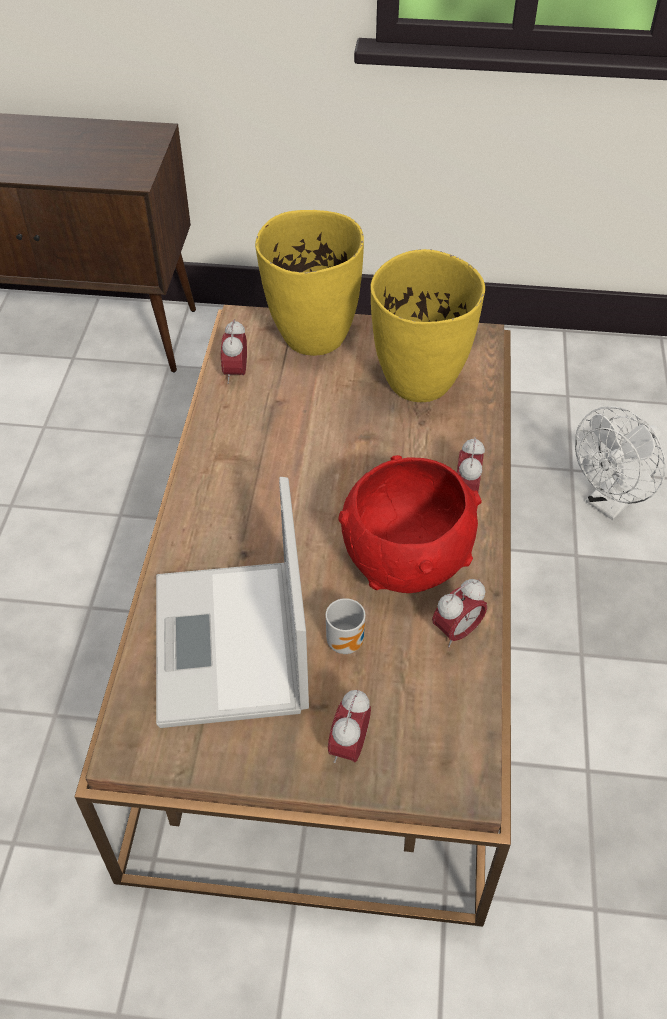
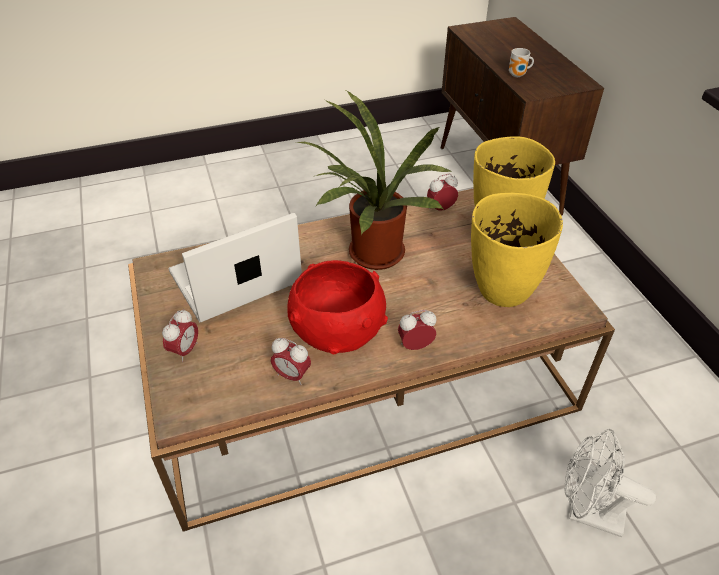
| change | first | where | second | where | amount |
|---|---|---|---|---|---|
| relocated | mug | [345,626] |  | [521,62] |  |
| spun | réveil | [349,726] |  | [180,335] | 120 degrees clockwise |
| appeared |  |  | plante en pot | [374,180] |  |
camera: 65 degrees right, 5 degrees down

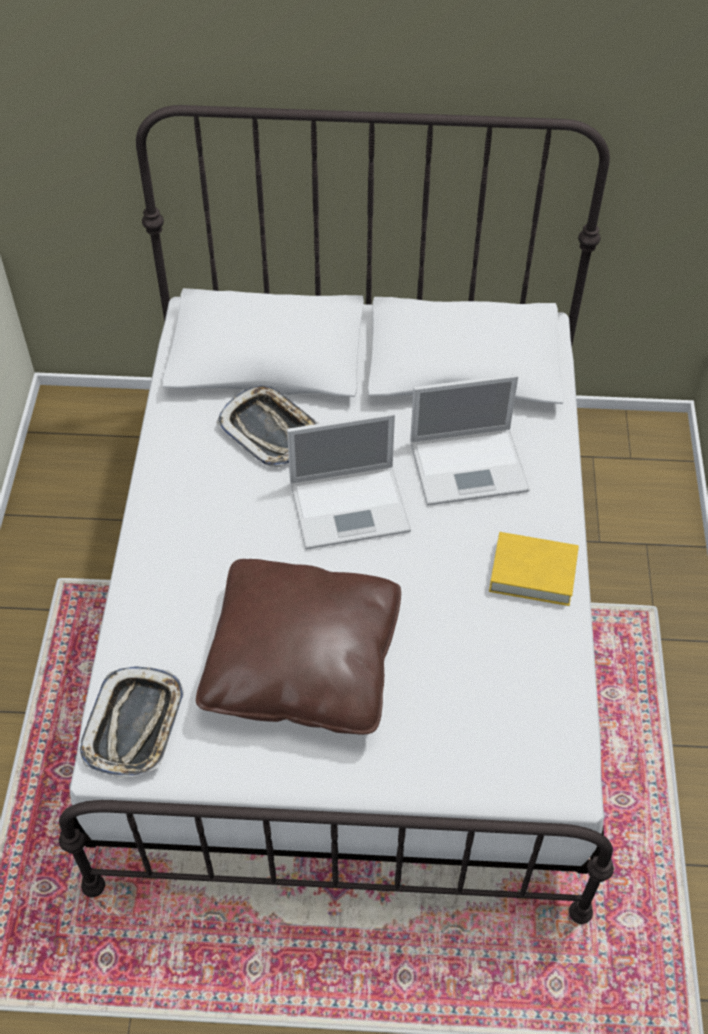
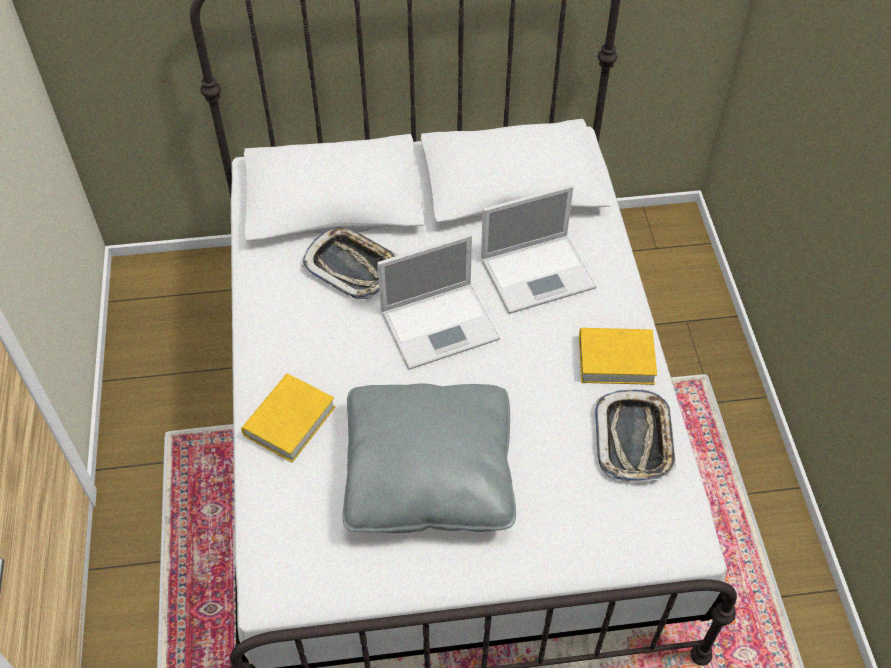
| change | first | where | second | where | amount |
|---|---|---|---|---|---|
| relocated | plateau | [132,722] |  | [635,435] |  |
| colour | coussin [marron] | [298,647] | coussin [gris] | [429,458] |  |
| appeared |  |  | livre [jaune] | [288,418] |  |
camera: 10 degrees left, 0 degrees up

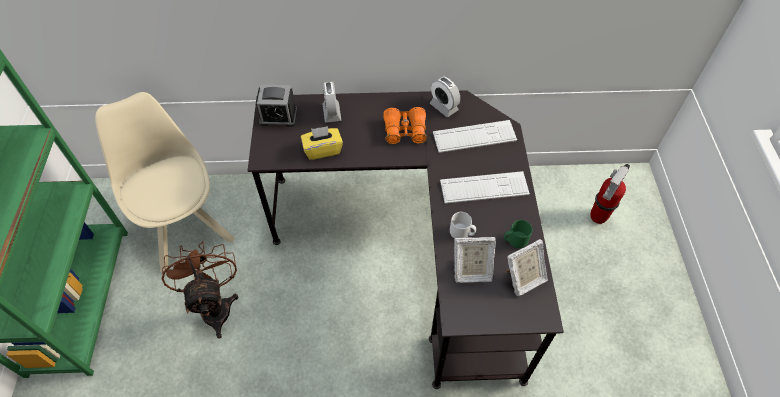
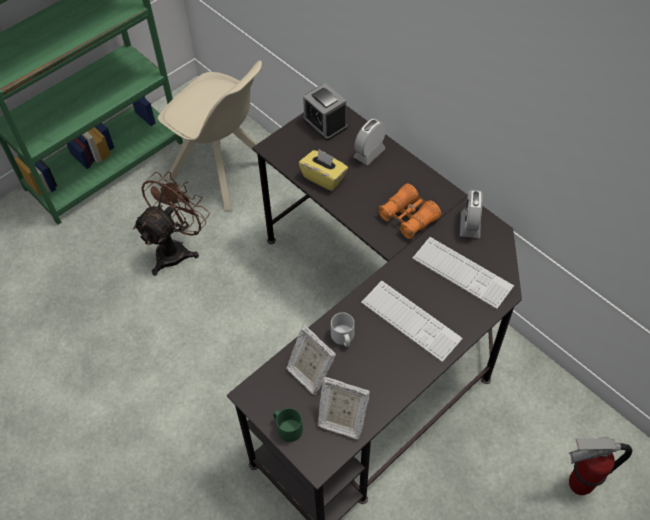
| change | first | where | second | where | amount |
|---|---|---|---|---|---|
| spun | chaise [beige] | [164,182] |  | [213,135] | 105 degrees clockwise |
| relocated | mug [vert] | [518,234] |  | [288,425] |  |
camera: 50 degrees right, 0 degrees up

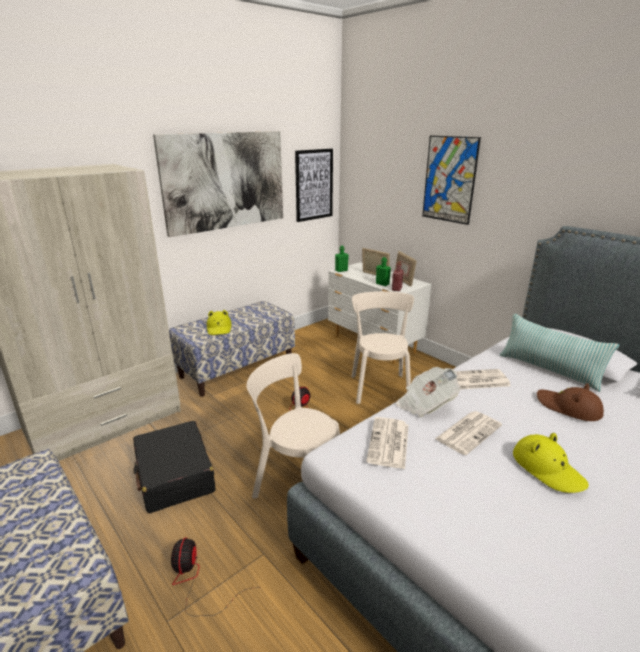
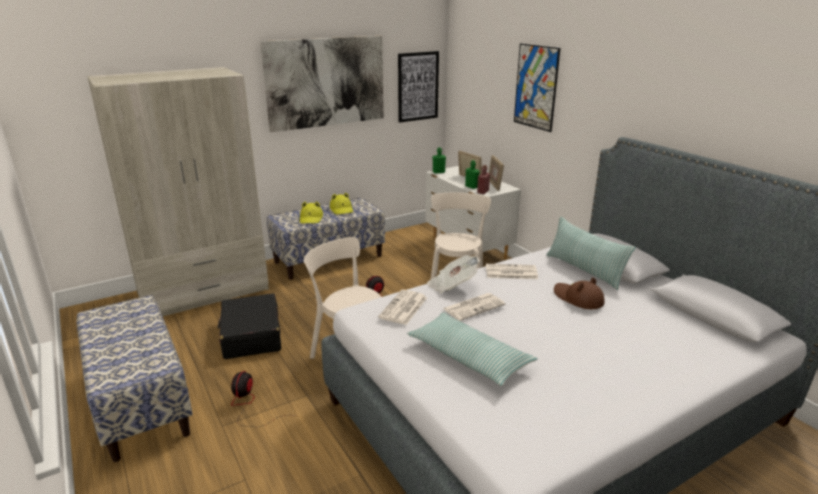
| change | first | where | second | where | amount |
|---|---|---|---|---|---|
| relocated | chapeau [jaune] | [551,463] |  | [341,203] |  |
| appeared |  |  | coussin | [472,349] |  |
camera: 10 degrees right, 0 degrees up

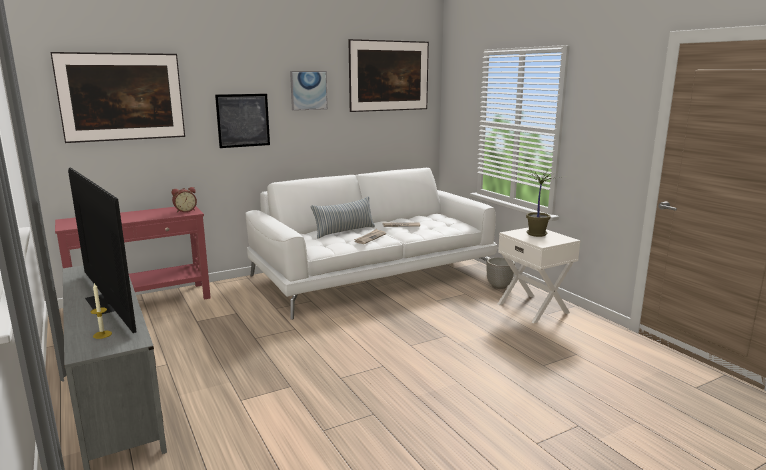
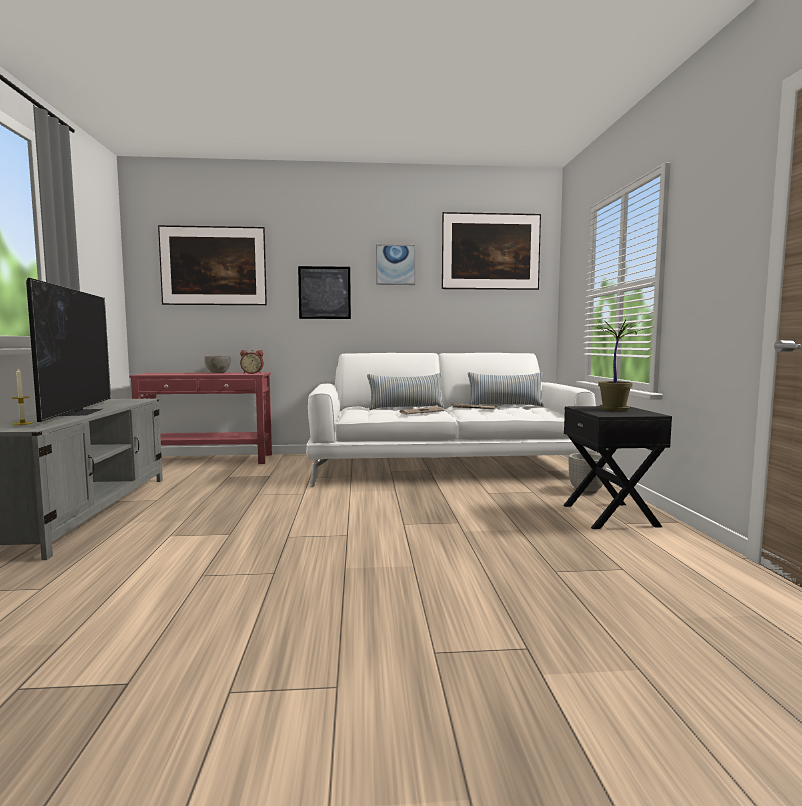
| change | first | where | second | where | amount |
|---|---|---|---|---|---|
| colour | table de chevet [blanc] | [539,275] | table de chevet [noir] | [617,467] |  |
| appeared |  |  | bol [gris] | [217,364] |  |
| appeared |  |  | coussin | [505,389] |  |
camera: 25 degrees right, 10 degrees down

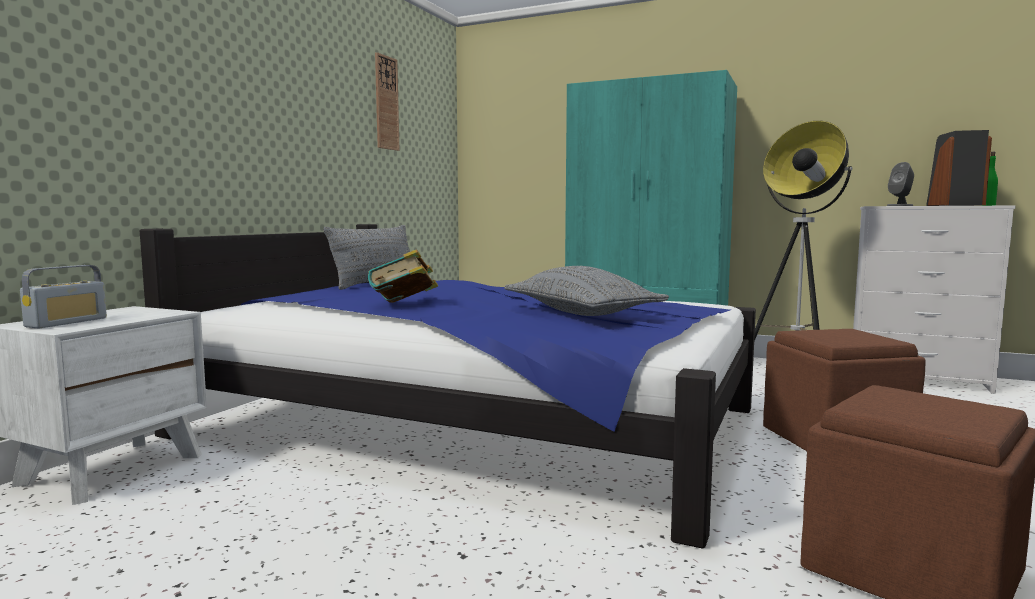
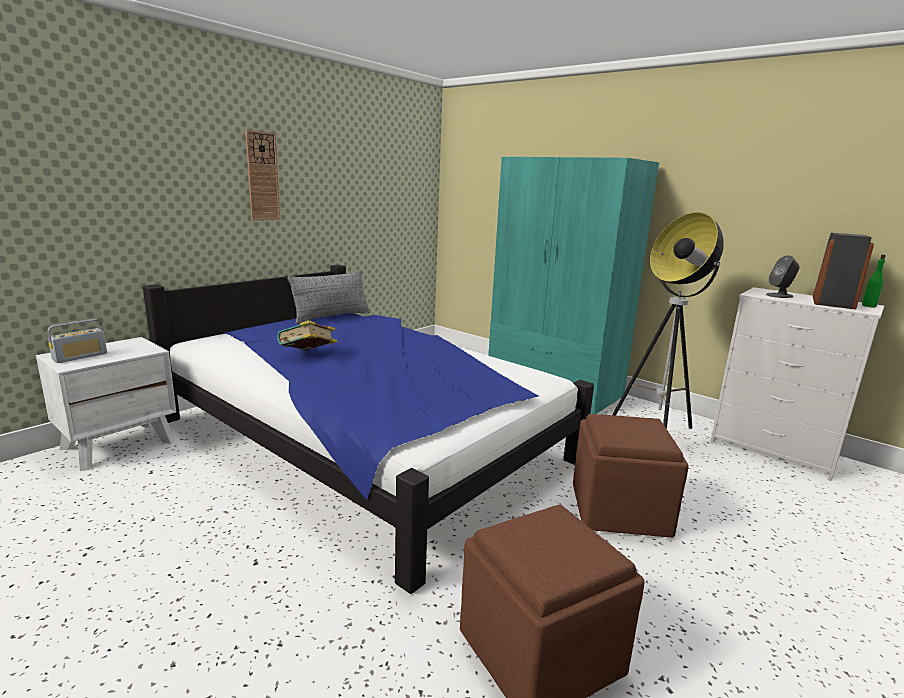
| change | first | where | second | where | amount |
|---|---|---|---|---|---|
| relocated | horloge murale | [387,101] |  | [262,175] |  |
| missing | coussin [gris] | [586,291] |  |  |  |
camera: 15 degrees right, 10 degrees up

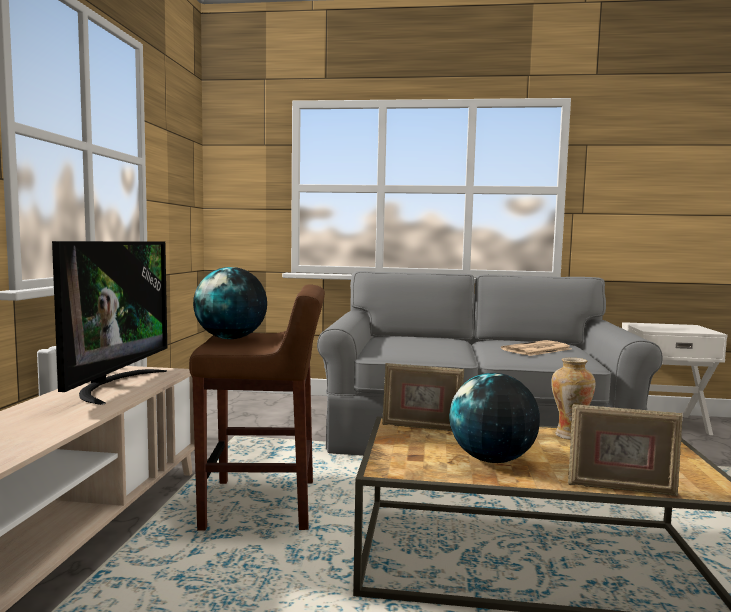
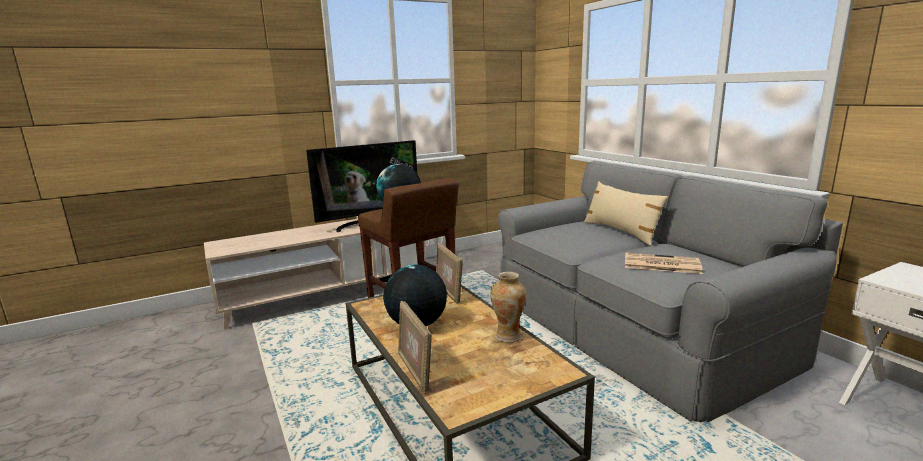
| change | first | where | second | where | amount |
|---|---|---|---|---|---|
| appeared |  |  | coussin [beige] | [626,213] |  |
camera: 55 degrees right, 10 degrees up

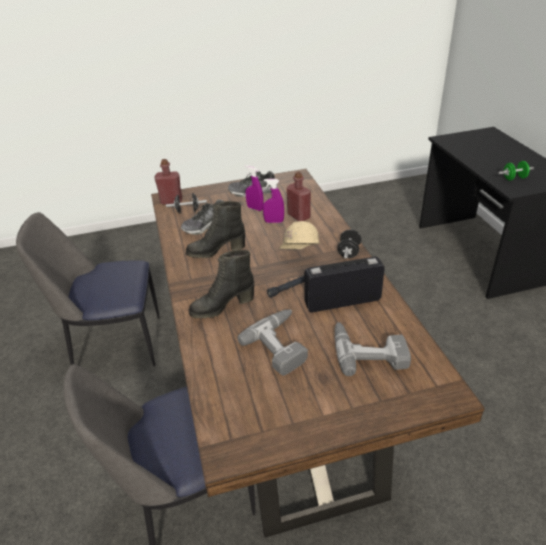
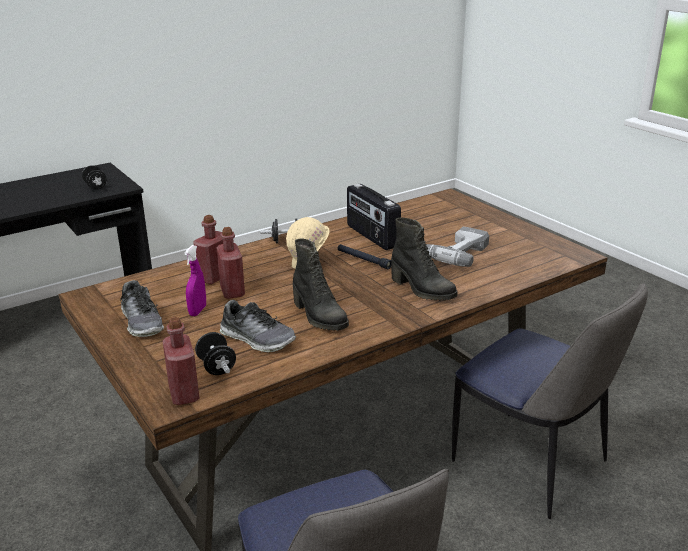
| change | first | where | second | where | amount |
|---|---|---|---|---|---|
| exchanged | vaporisateur [violet] | [273,201] | bouteille [rouge] | [231,263] |  |
| missing | perceuse | [373,349] |  |  |  |
| colour | haltère [vert] | [516,170] | haltère [noir] | [94,177] |  |
camera: 110 degrees left, 10 degrees down

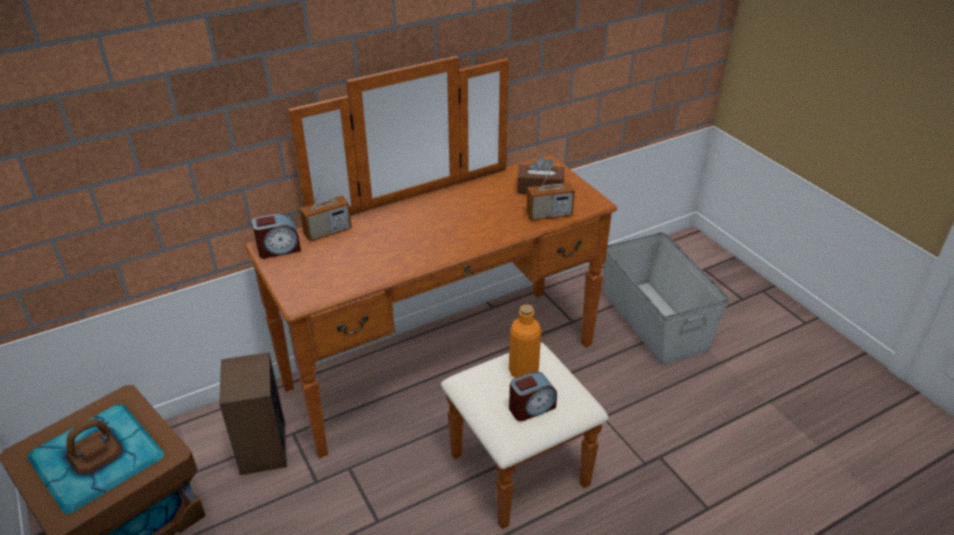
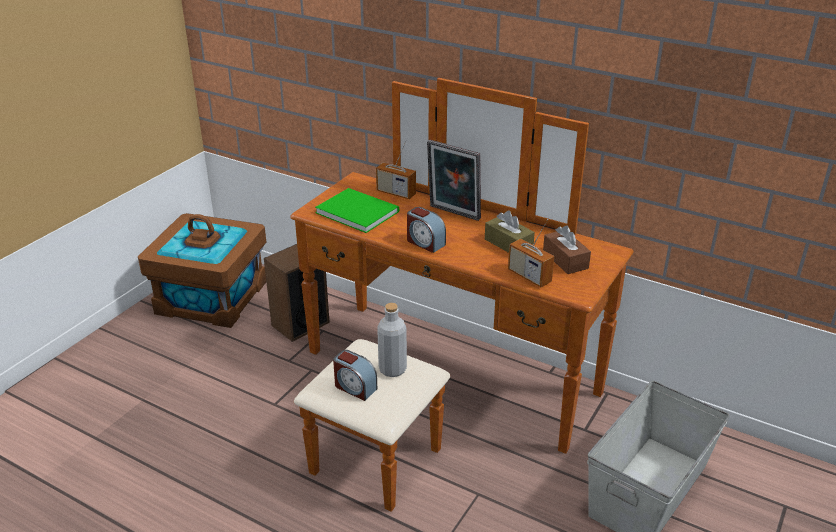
| change | first | where | second | where | amount |
|---|---|---|---|---|---|
| relocated | réveil | [276,236] |  | [426,230] |  |
| colour | bouteille [orange] | [525,341] | bouteille [gris] | [392,340] |  |
| appeared |  |  | livre [vert] | [357,210] |  |
| appeared |  |  | cadre photo | [454,180] |  |
| appeared |  |  | boîte à mouchoirs [marron] | [510,232] |  |
camera: 60 degrees right, 5 degrees down

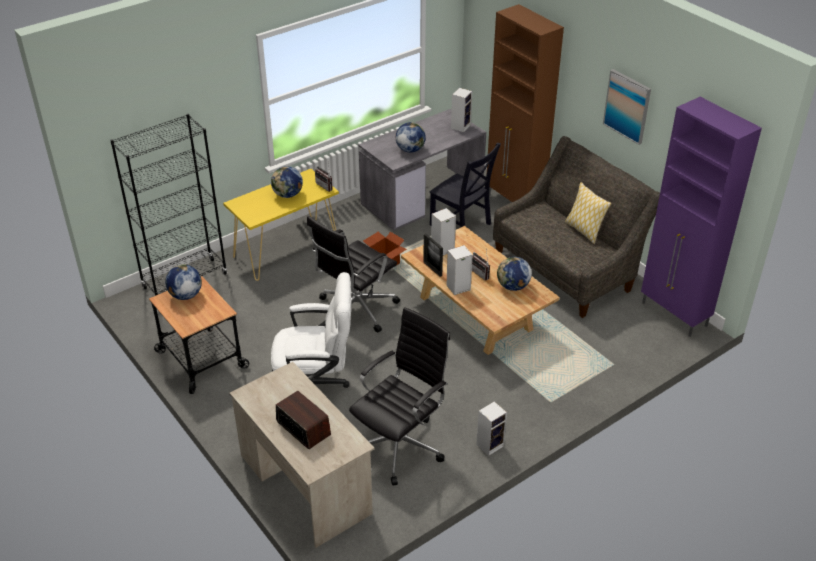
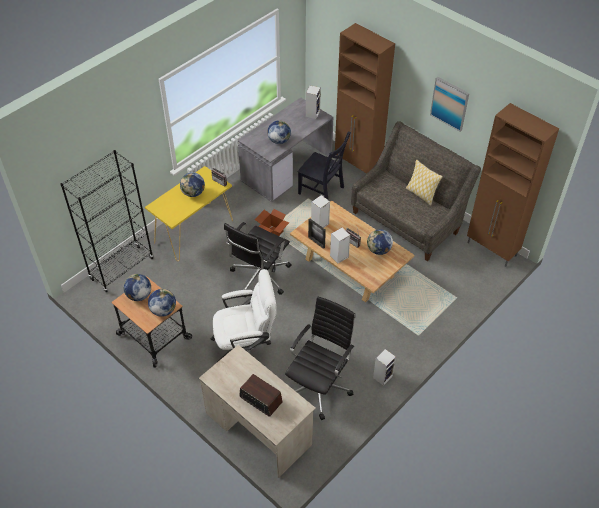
| change | first | where | second | where | amount |
|---|---|---|---|---|---|
| colour | meuble de rangement [violet] | [701,217] | meuble de rangement [marron] | [513,185] |  |
| appeared |  |  | globe | [162,303] |  |
camera: 10 degrees left, 10 degrees up

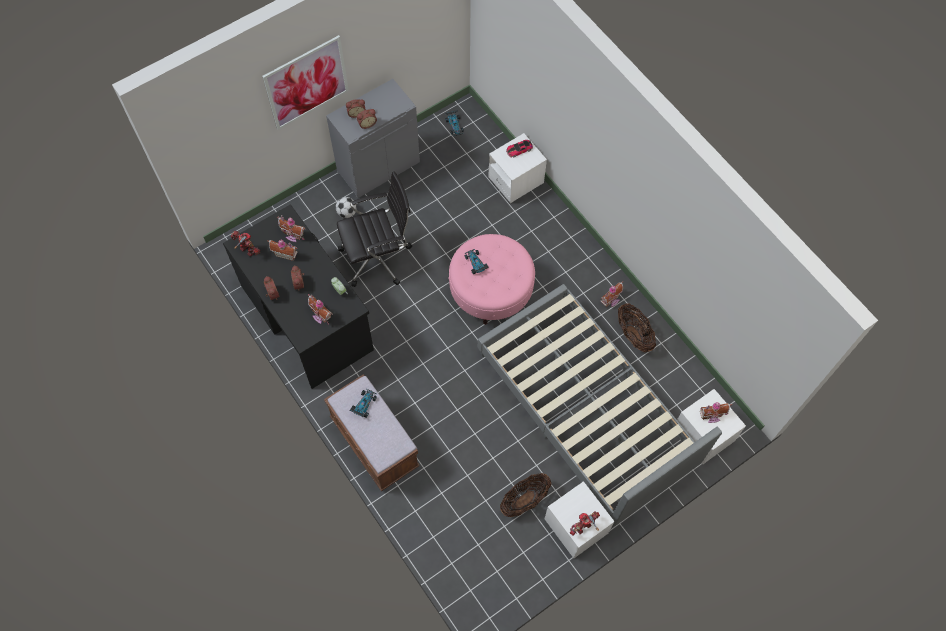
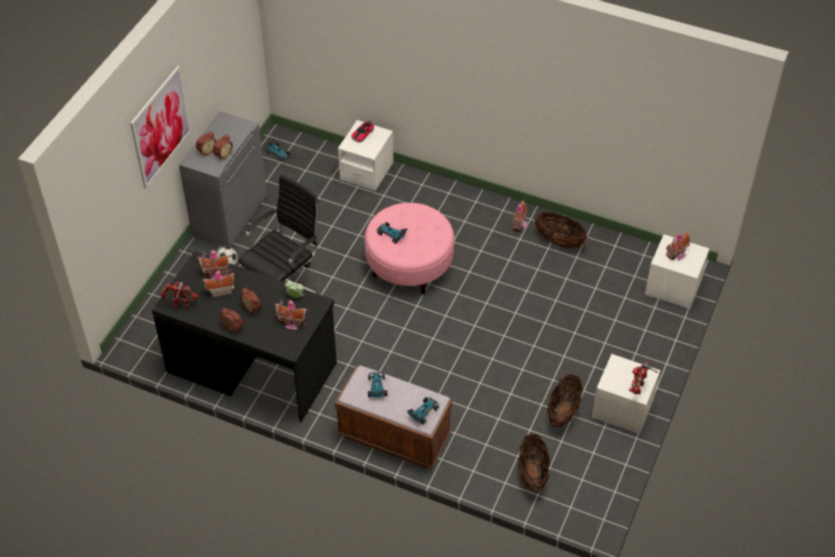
| change | first | where | second | where | amount |
|---|---|---|---|---|---|
| missing | lit [gris] | [600,405] |  |  |  |
| appeared |  |  | petite voiture | [423,410] |  |
| appeared |  |  | panier | [534,463] |  |
camera: 30 degrees left, 15 degrees down

